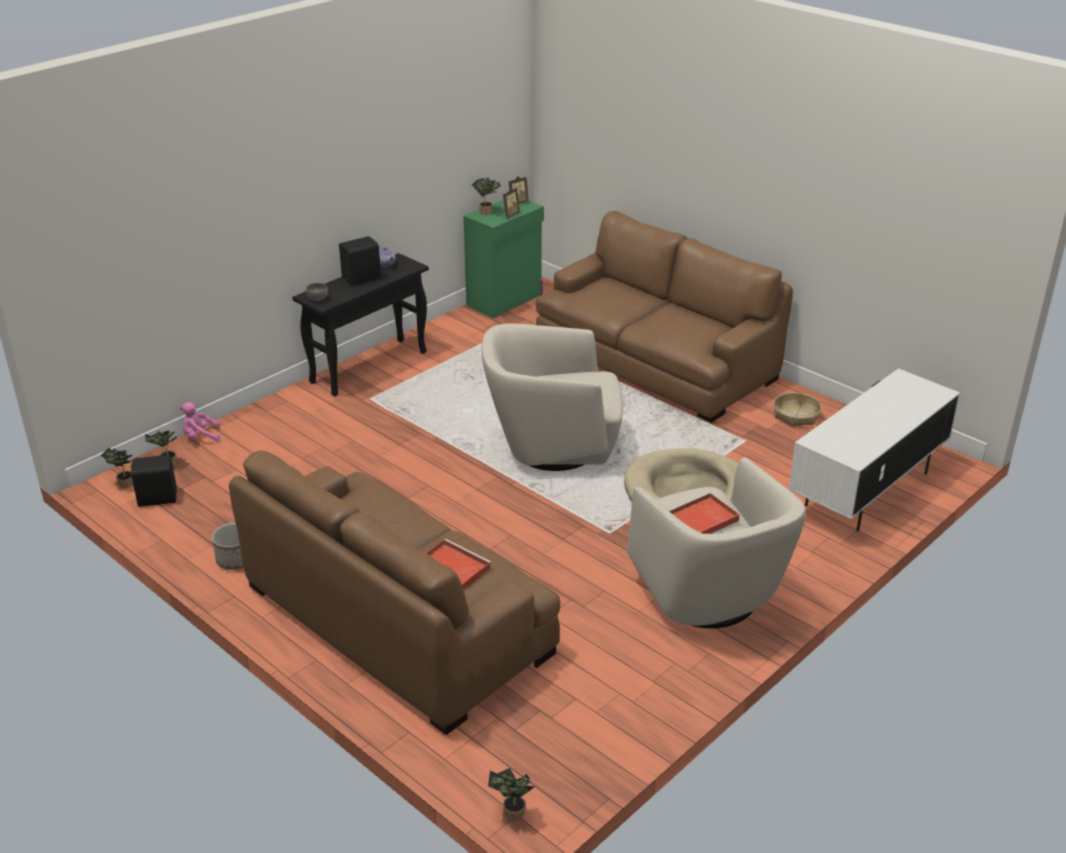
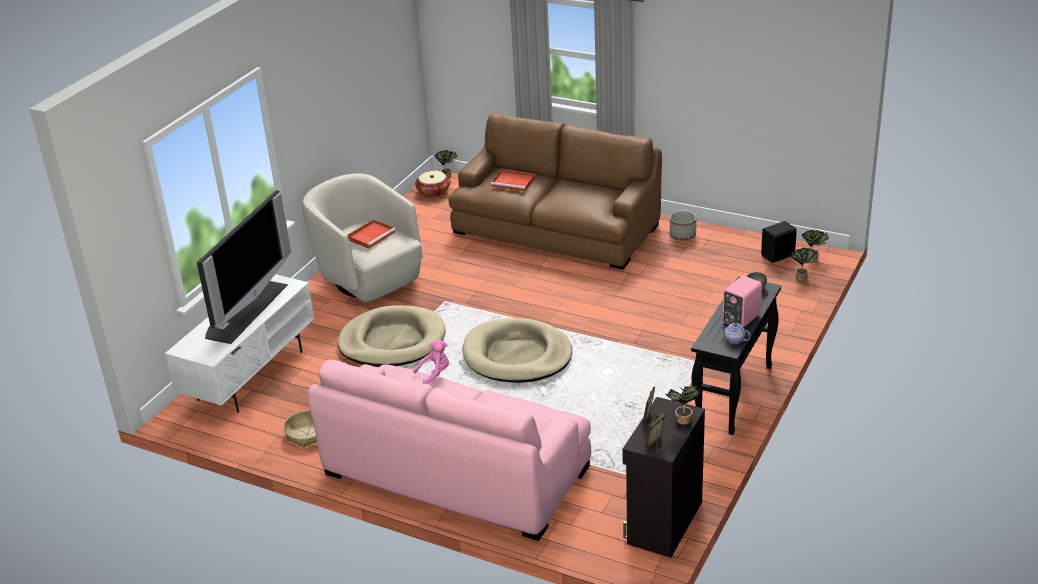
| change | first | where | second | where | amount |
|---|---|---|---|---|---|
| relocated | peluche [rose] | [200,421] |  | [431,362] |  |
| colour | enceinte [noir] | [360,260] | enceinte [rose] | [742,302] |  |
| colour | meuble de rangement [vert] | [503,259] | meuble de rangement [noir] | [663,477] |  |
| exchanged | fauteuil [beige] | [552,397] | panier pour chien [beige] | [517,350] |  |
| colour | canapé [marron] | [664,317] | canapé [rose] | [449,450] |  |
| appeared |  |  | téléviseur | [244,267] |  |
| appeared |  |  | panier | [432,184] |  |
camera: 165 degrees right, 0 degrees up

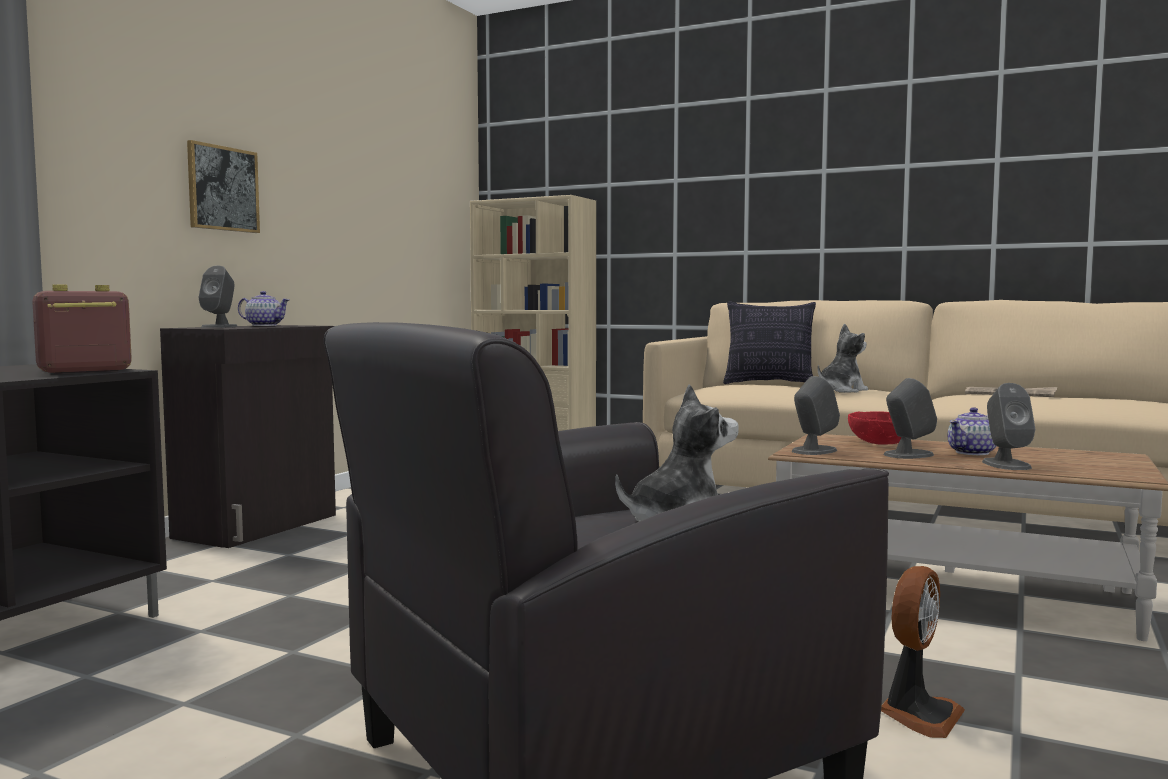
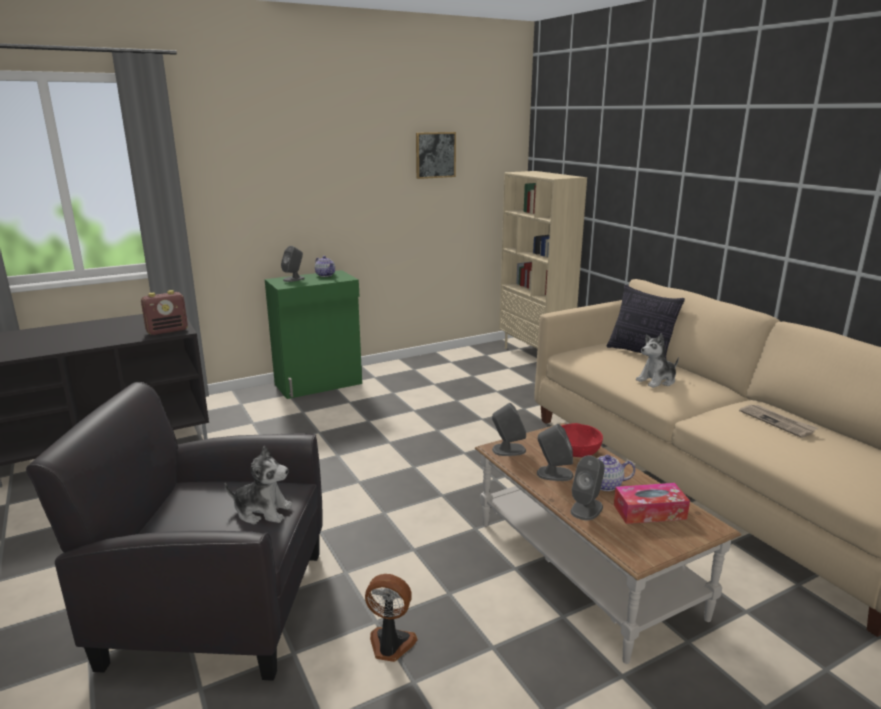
| change | first | where | second | where | amount |
|---|---|---|---|---|---|
| spun | radio | [82,329] |  | [164,312] | 150 degrees clockwise |
| colour | meuble de rangement [noir] | [248,436] | meuble de rangement [vert] | [313,334] |  |
| relocated | tableau | [223,186] |  | [436,155] |  |
| spun | peluche | [843,358] |  | [657,361] | 150 degrees clockwise |
| spun | ventilateur | [923,652] |  | [391,618] | 150 degrees counterclockwise |
| appeared |  |  | boîte à mouchoirs | [652,503] |  |
camera: 35 degrees right, 15 degrees up

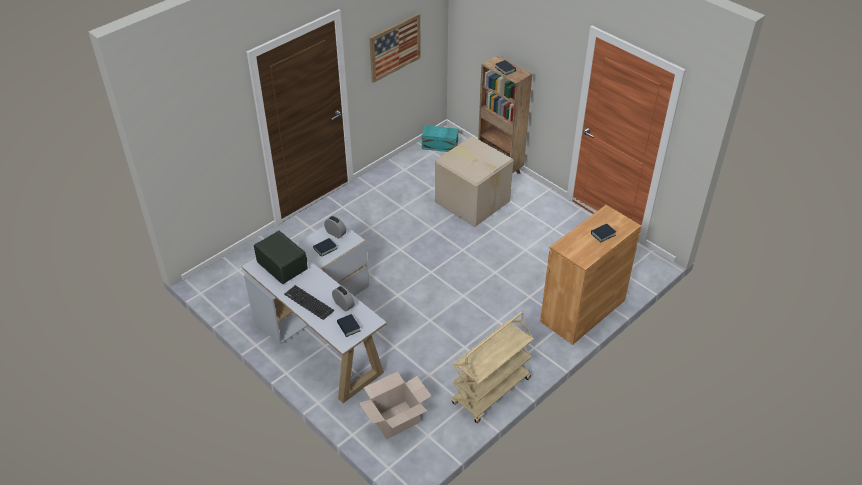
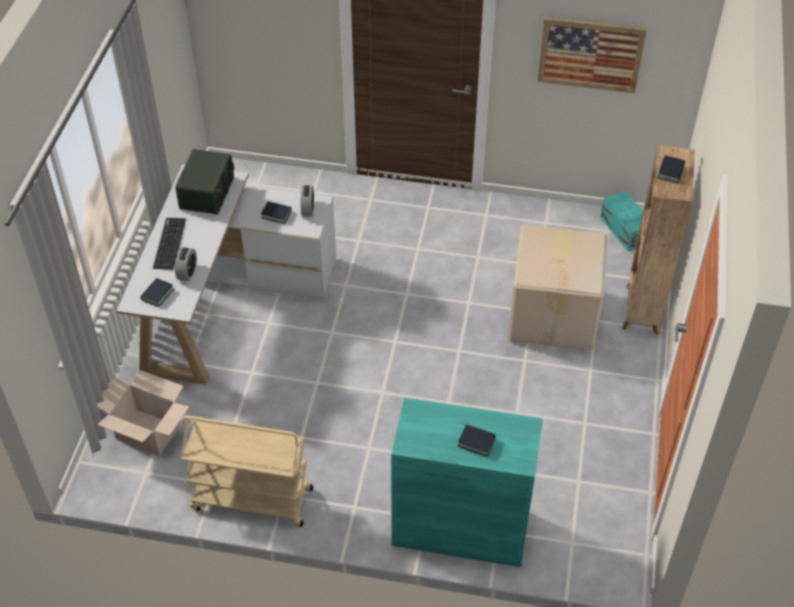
| change | first | where | second | where | amount |
|---|---|---|---|---|---|
| colour | meuble de rangement [marron] | [590,275] | meuble de rangement [turquoise] | [467,482] |  |
camera: 55 degrees right, 5 degrees up

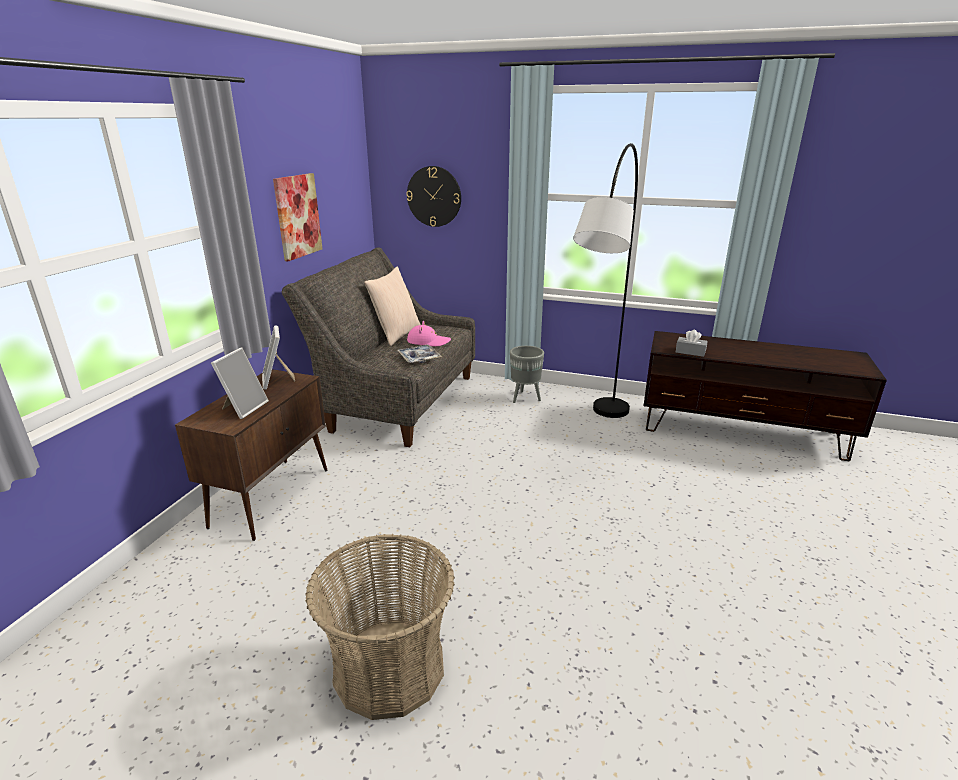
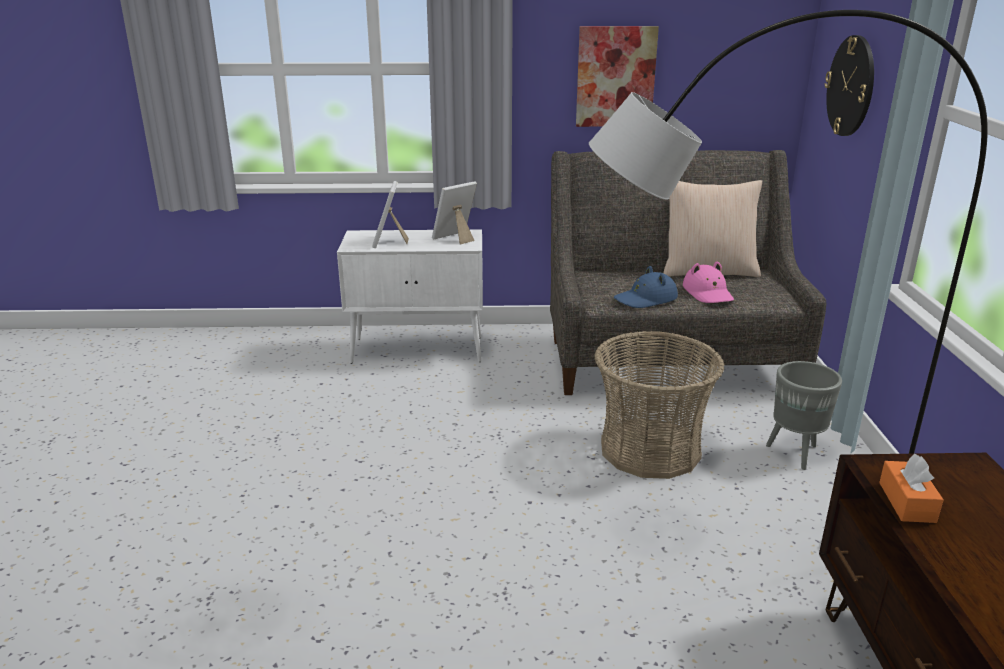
| change | first | where | second | where | amount |
|---|---|---|---|---|---|
| colour | meuble de rangement [marron] | [251,455] | meuble de rangement [blanc] | [410,296] |  |
| spun | cadre photo | [240,383] |  | [390,214] | 90 degrees clockwise |
| relocated | panier | [380,627] |  | [659,405] |  |
| exchanged | plateau | [419,353] | chapeau [bleu] | [646,287] |  |
| colour | boîte à mouchoirs [gris] | [691,343] | boîte à mouchoirs [orange] | [911,488] |  |
camera: 70 degrees right, 0 degrees up

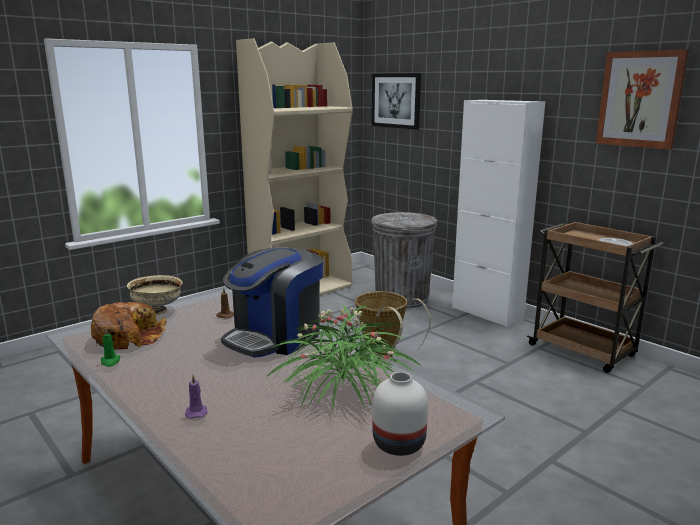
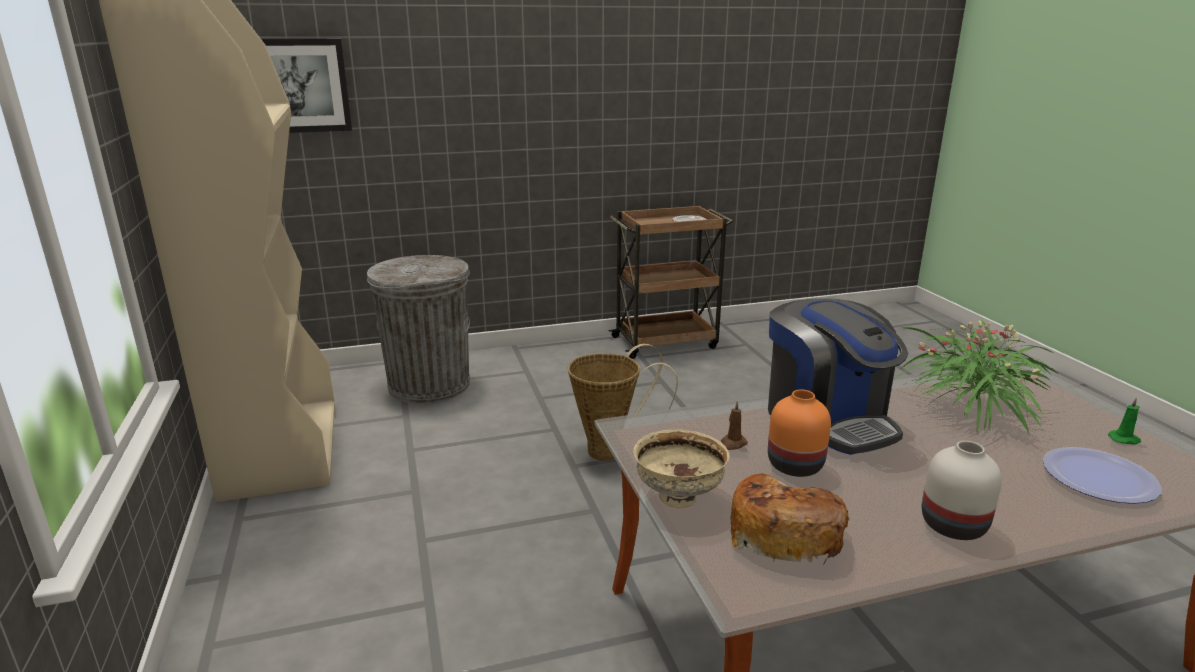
| change | first | where | second | where | amount |
|---|---|---|---|---|---|
| relocated | bougie [vert] | [111,347] |  | [1124,421] |  |
| missing | bougie [violet] | [196,397] |  |  |  |
| relocated | vase [blanc] | [400,414] |  | [962,490] |  |
| missing | meuble de rangement [blanc] | [498,214] |  |  |  |
| missing | tableau | [642,99] |  |  |  |
| appeared |  |  | vase [orange] | [799,433] |  |
| appeared |  |  | assiette | [1102,475] |  |
camera: 65 degrees left, 5 degrees up

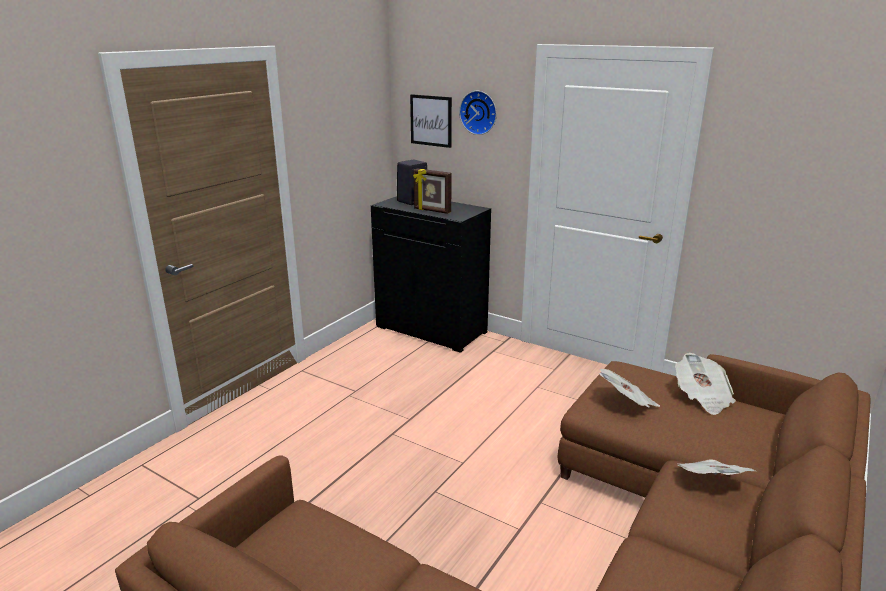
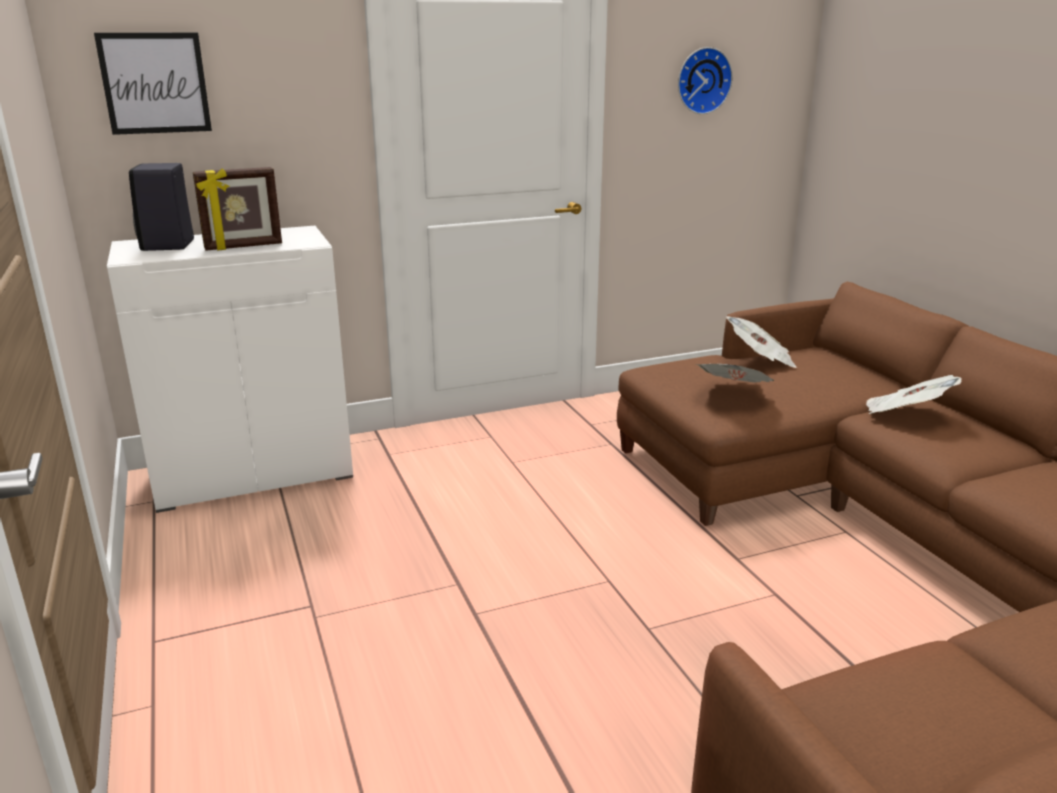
| change | first | where | second | where | amount |
|---|---|---|---|---|---|
| colour | meuble de rangement [noir] | [431,274] | meuble de rangement [blanc] | [230,369] |  |
| relocated | horloge murale | [478,113] |  | [705,80] |  |
camera: 55 degrees left, 0 degrees up

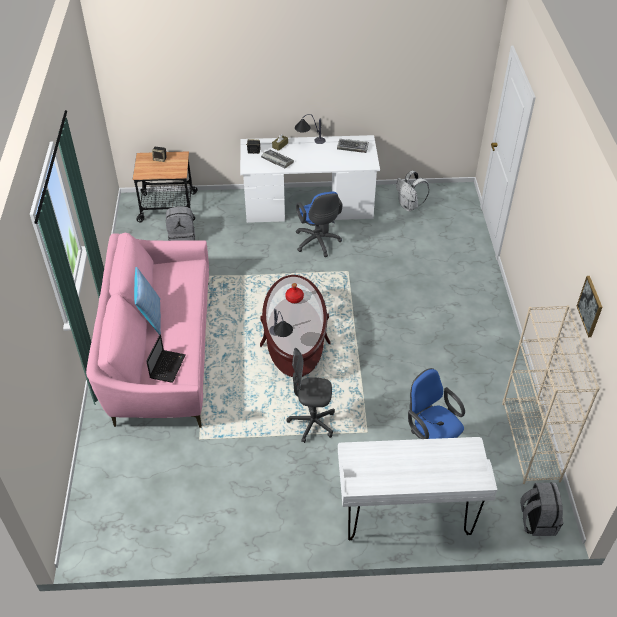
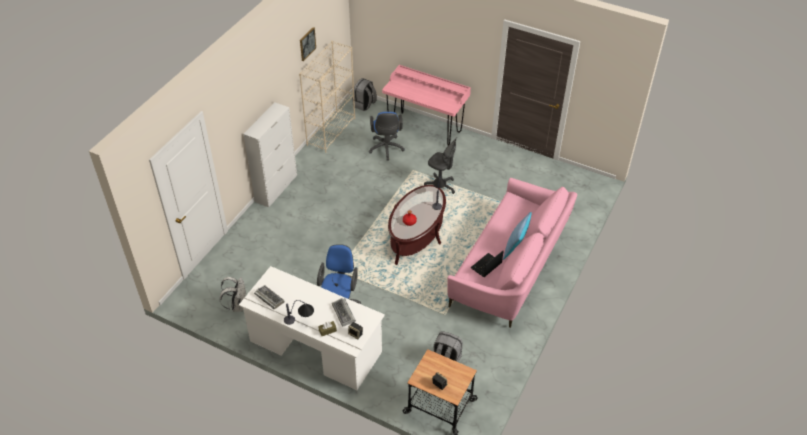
| change | first | where | second | where | amount |
|---|---|---|---|---|---|
| relocated | ordinateur portable | [166,358] |  | [487,263] |  |
| colour | bureau [blanc] | [417,488] | bureau [rose] | [426,105] |  |
| appeared |  |  | meuble de rangement [blanc] | [270,155] |  |
camera: 150 degrees left, 0 degrees up

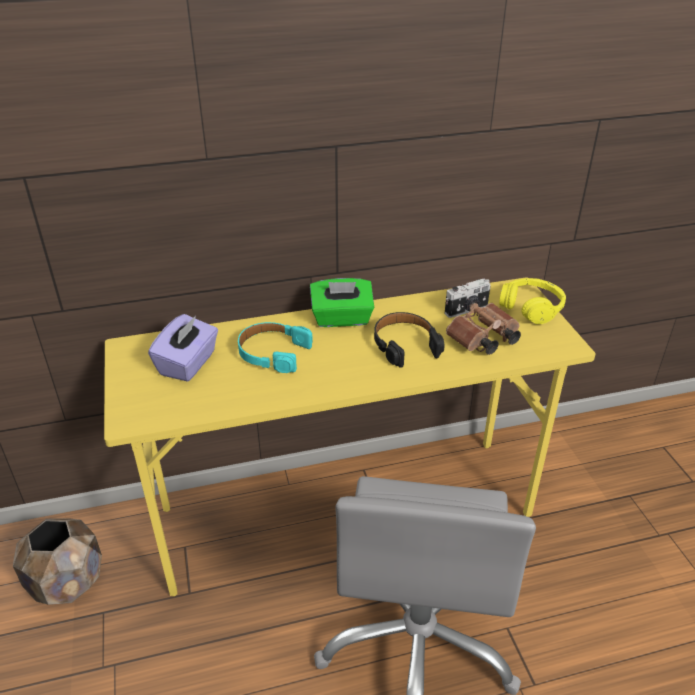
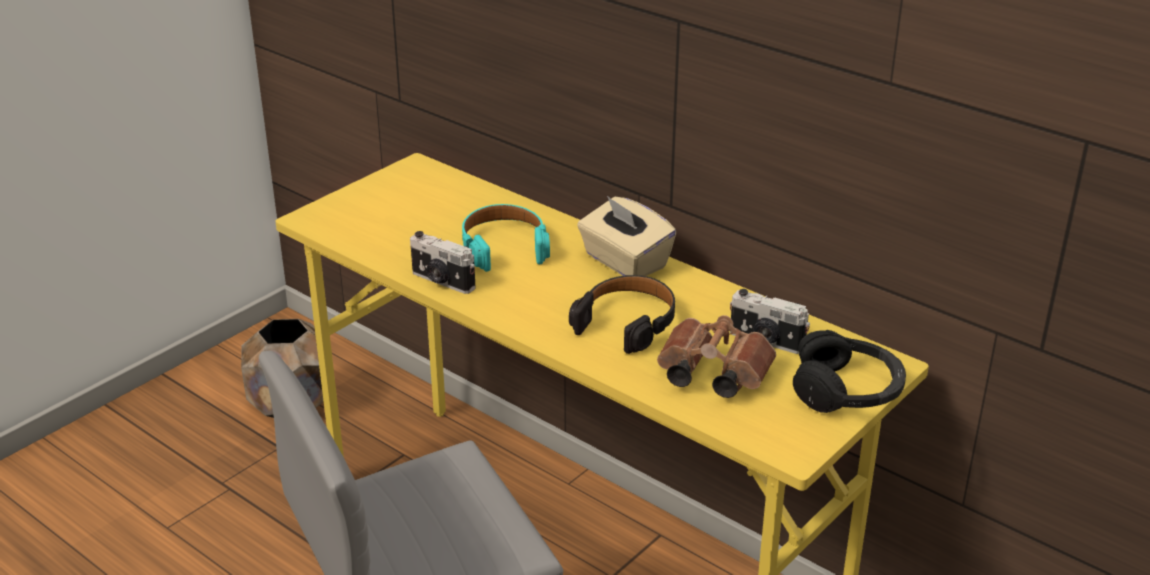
| change | first | where | second | where | amount |
|---|---|---|---|---|---|
| missing | boîte à mouchoirs [violet] | [183,348] |  |  |  |
| colour | boîte à mouchoirs [vert] | [342,302] | boîte à mouchoirs [beige] | [626,236] |  |
| colour | casque audio [jaune] | [532,301] | casque audio [noir] | [849,371] |  |
| appeared |  |  | appareil photo | [442,262] |  |
camera: 55 degrees right, 5 degrees down

